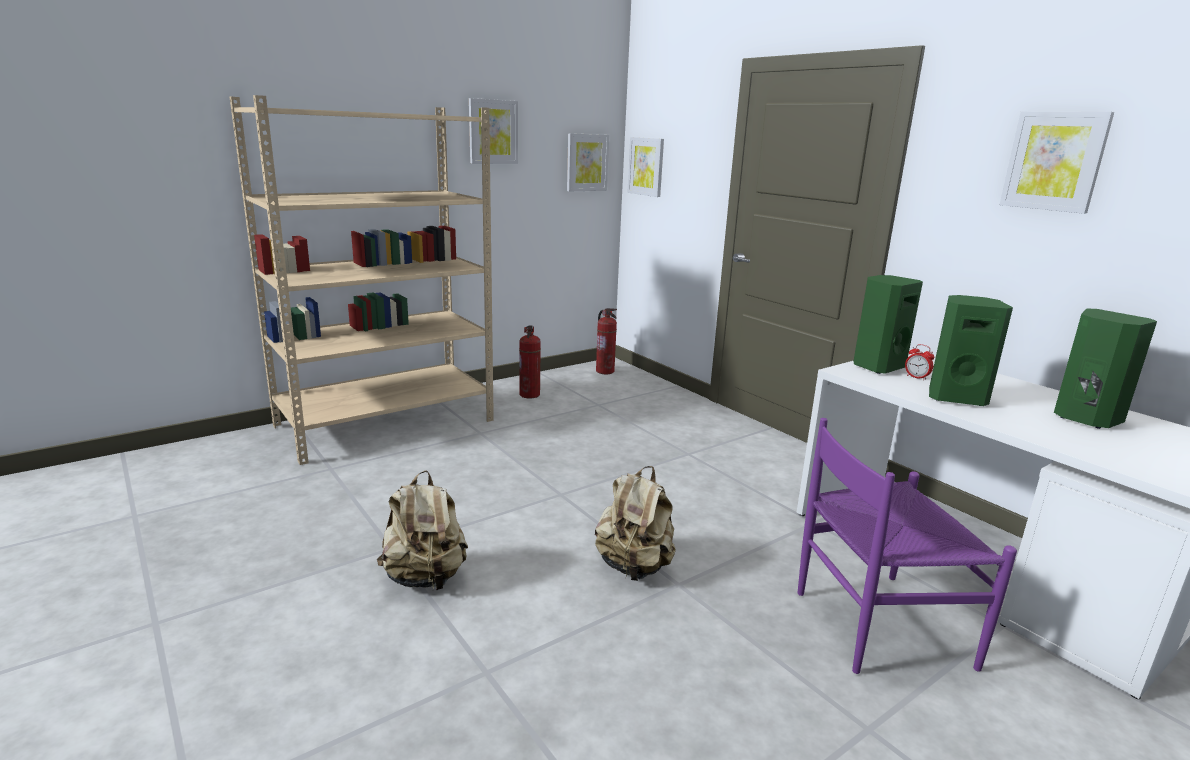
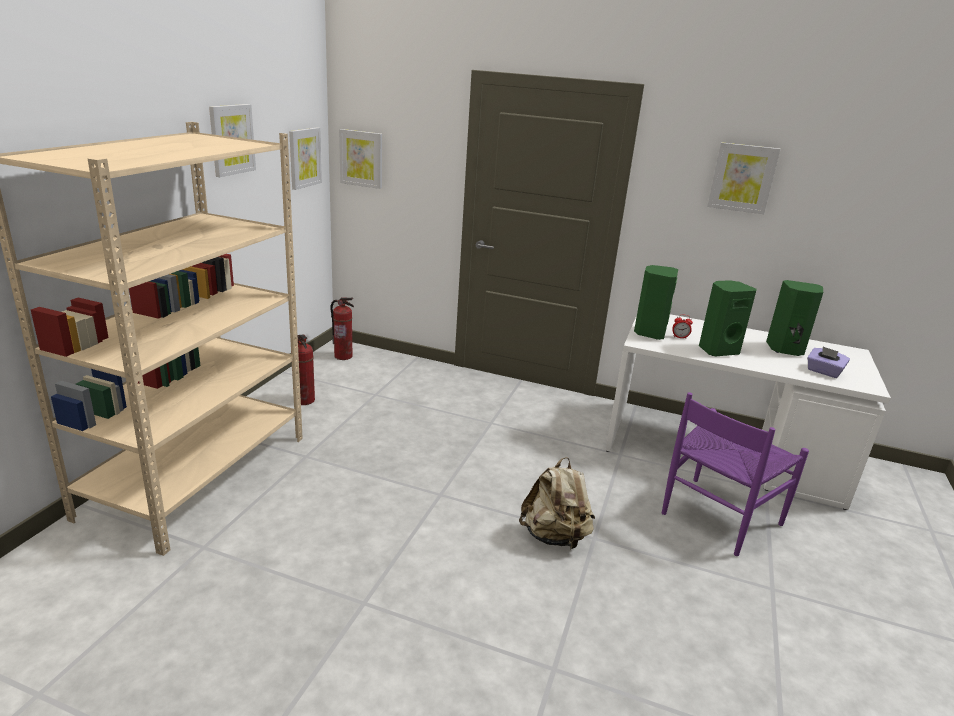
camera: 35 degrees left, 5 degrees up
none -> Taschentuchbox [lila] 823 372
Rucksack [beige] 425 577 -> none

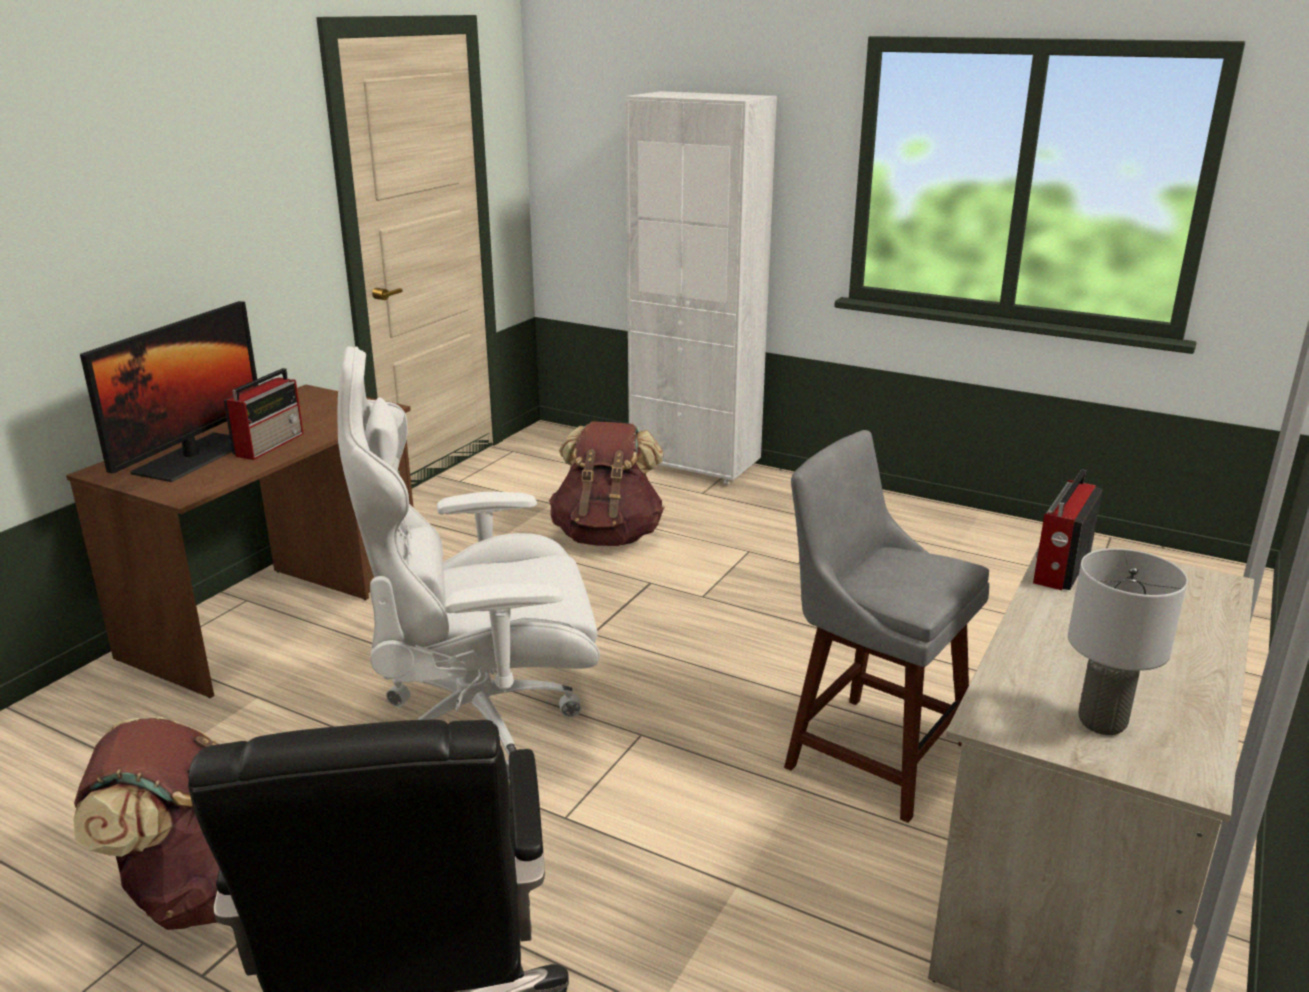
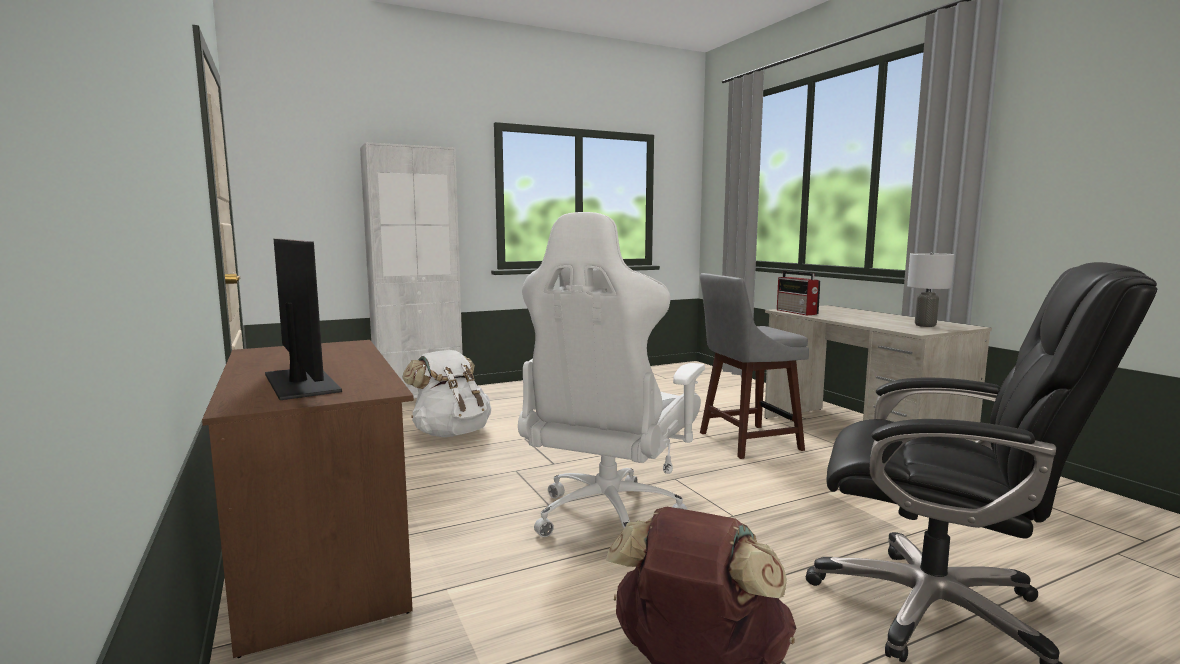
camera: 55 degrees left, 15 degrees down
Rucksack [braun] 608 536 -> Rucksack [weiß] 451 433
Radio 270 444 -> none

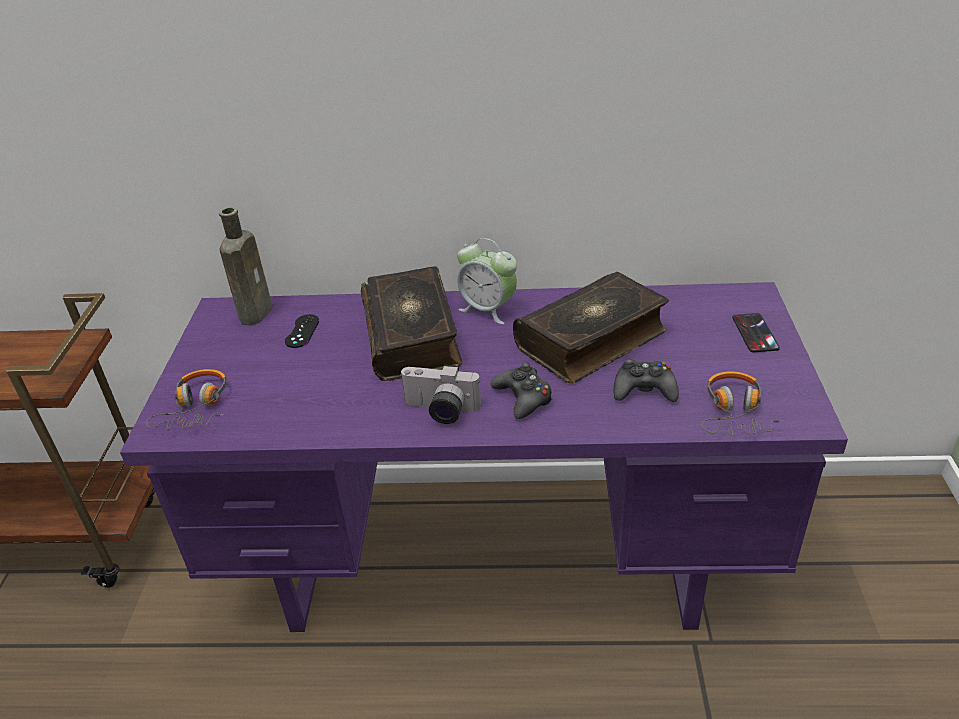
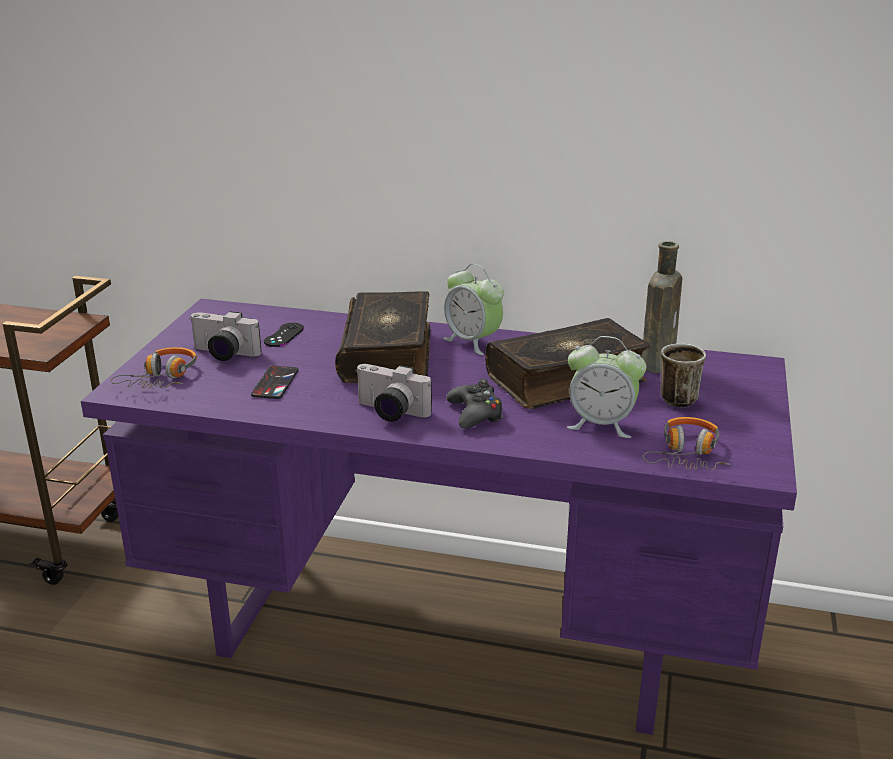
camera: 10 degrees right, 10 degrees down
none -> Kamera 222 354
Handy 754 333 -> Handy 275 383, shifted
Gamepad [schwarz] 644 389 -> Wecker 601 424
Flasche [braun] 257 312 -> Flasche [braun] 658 362, shifted
none -> Henkelbecher 675 397

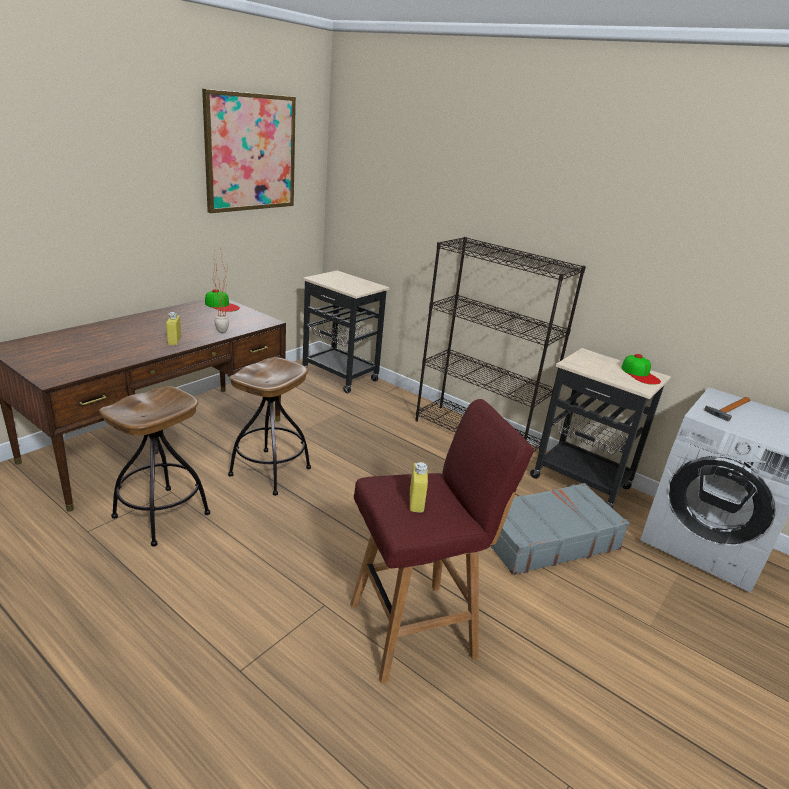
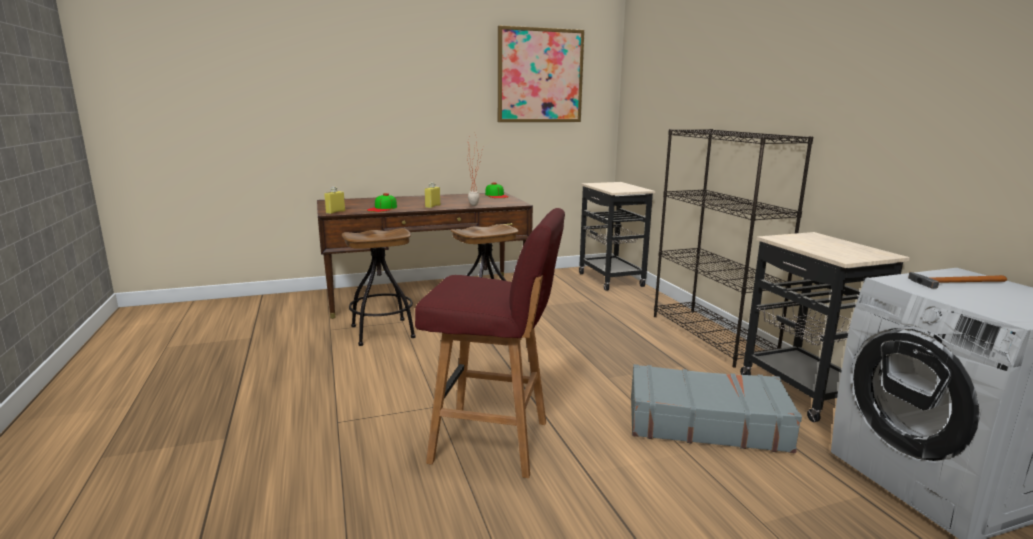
camera: 35 degrees right, 10 degrees down
Flasche [gelb] 416 502 -> Flasche [gelb] 335 212, shifted
Kappe 640 374 -> Kappe 382 208, shifted

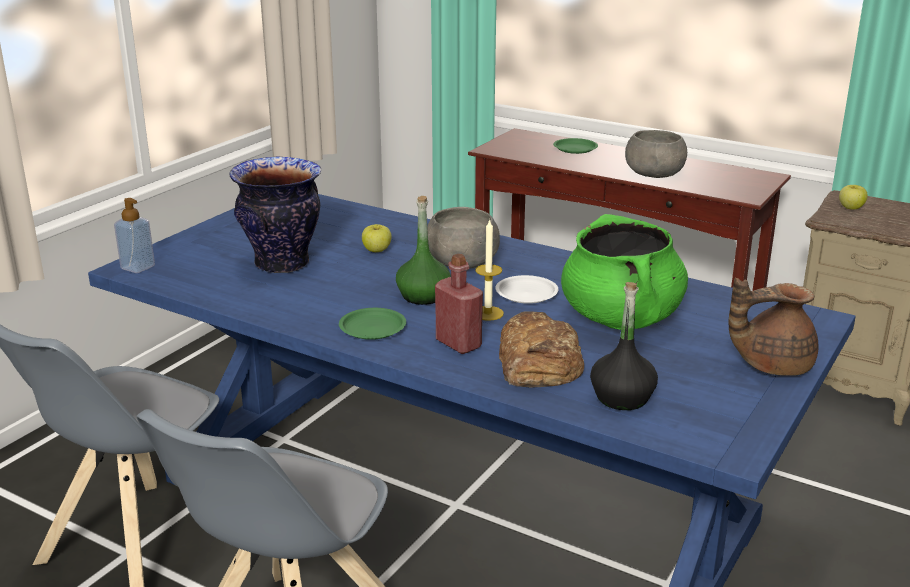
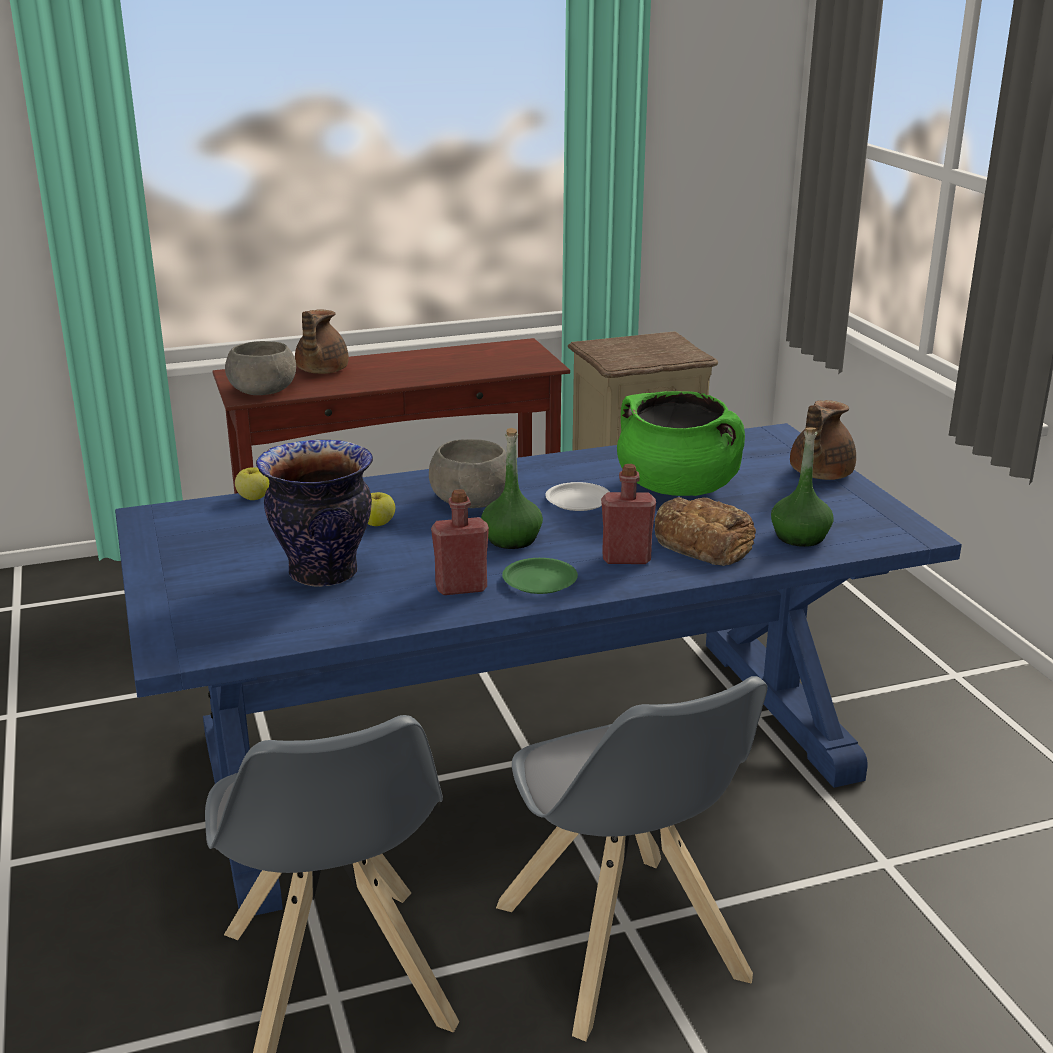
camera: 50 degrees left, 0 degrees up
Schüssel [grau] 655 174 -> Schüssel [grau] 263 390, shifted
Apfel 851 208 -> Apfel 253 497, shifted
Teller [grün] 575 149 -> Teekanne [braun] 320 371
none -> Flasche [rot] 461 587
Flasche [schwarz] 622 397 -> Flasche [grün] 799 537
Seifenspender 138 267 -> none
Kerze 488 313 -> none

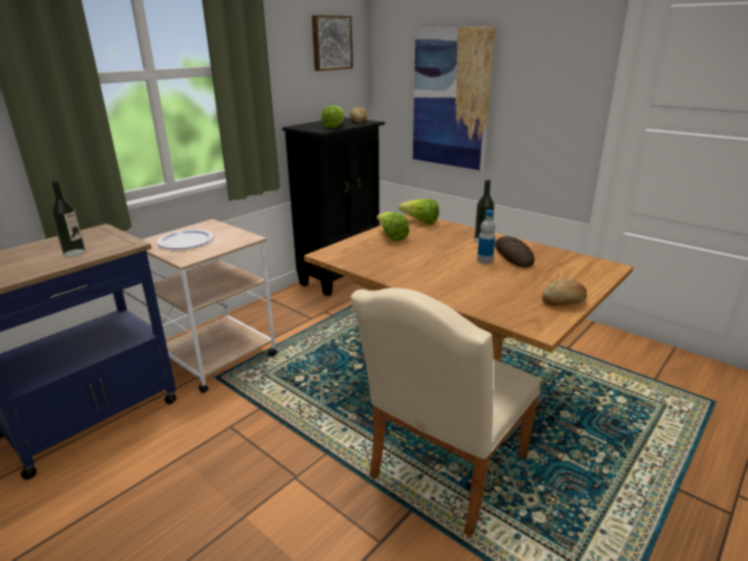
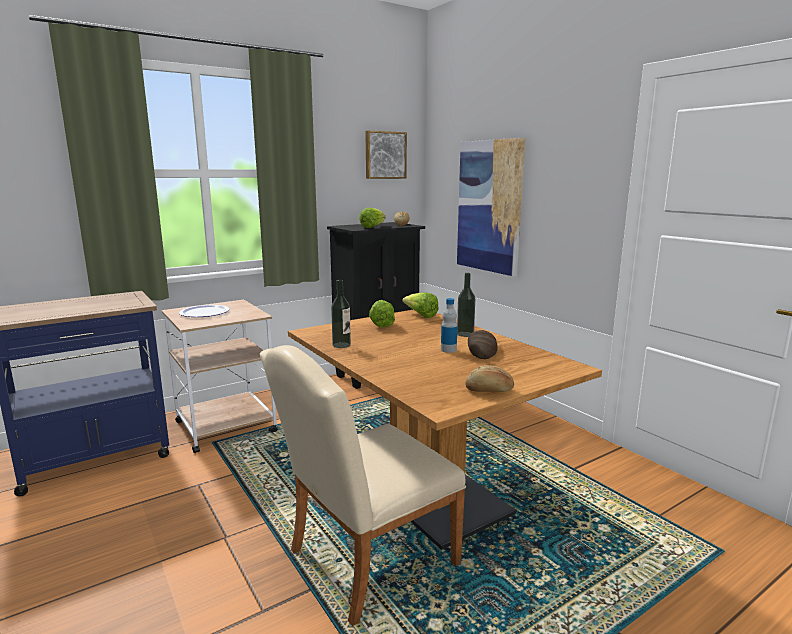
camera: 15 degrees right, 10 degrees down
Flasche 74 253 -> Flasche 341 345, shifted

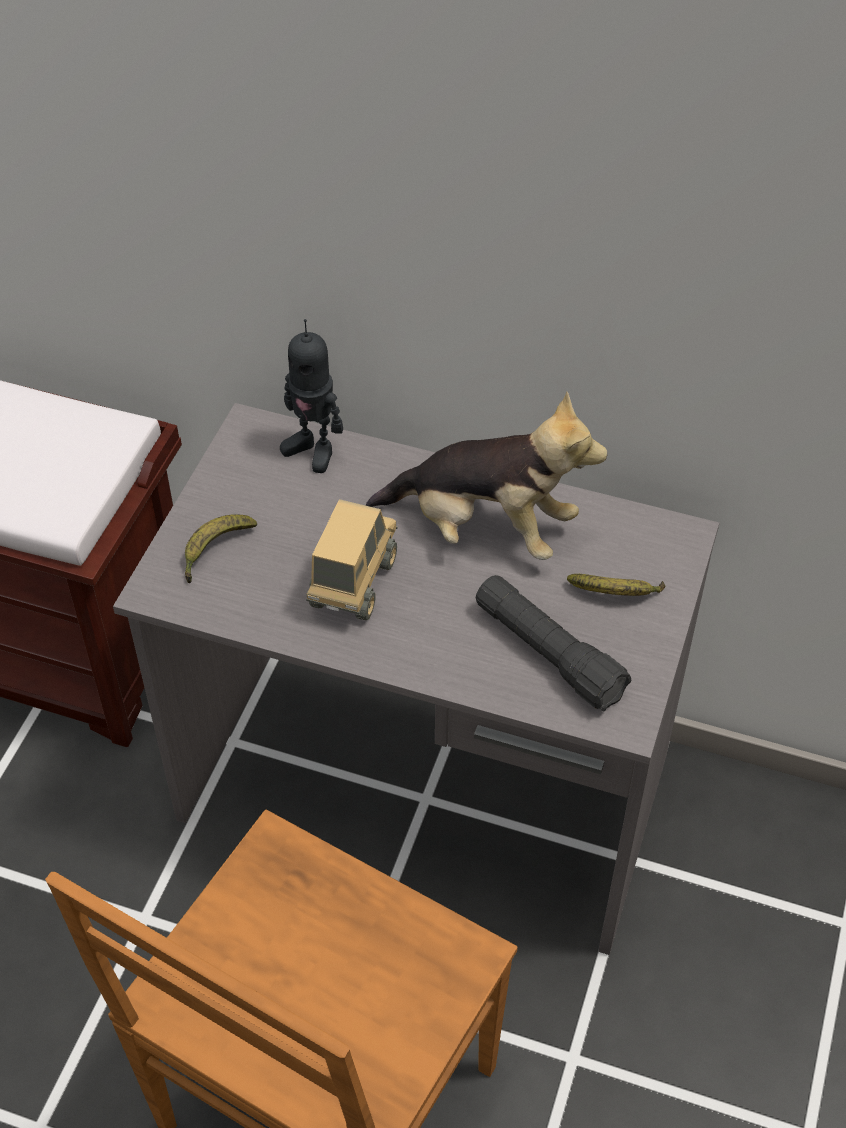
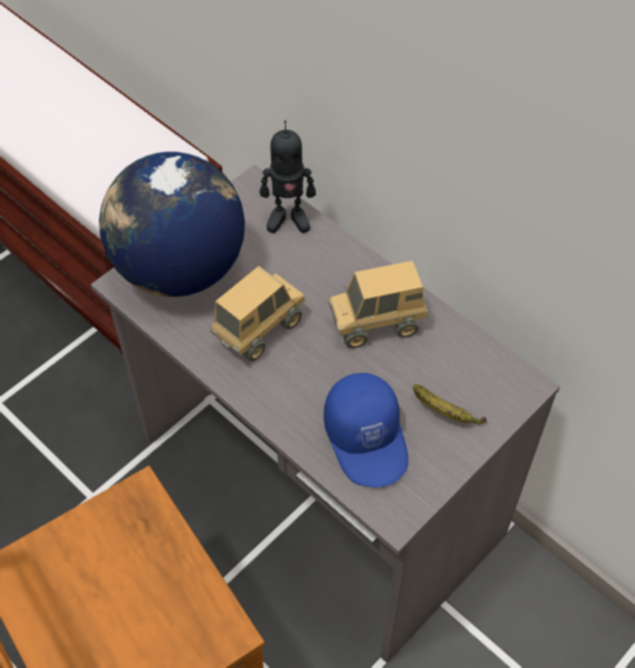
camera: 25 degrees right, 5 degrees up
Banane 215 551 -> Globus 179 269
Spielzeugroboter 313 450 -> Spielzeugroboter 288 219, 60 degrees counterclockwise
Taschenlampe [schwarz] 548 654 -> Kappe [blau] 368 439
Plüschtier 485 529 -> Spielzeuglaster 376 324

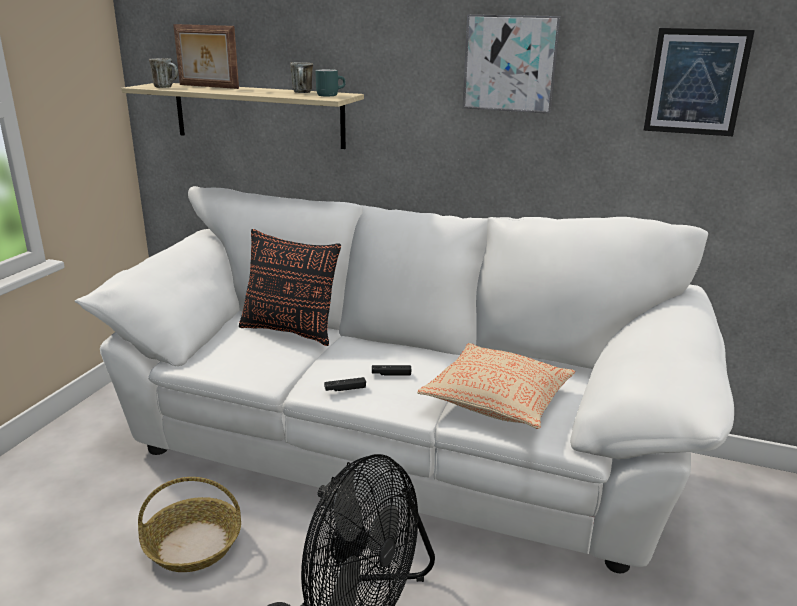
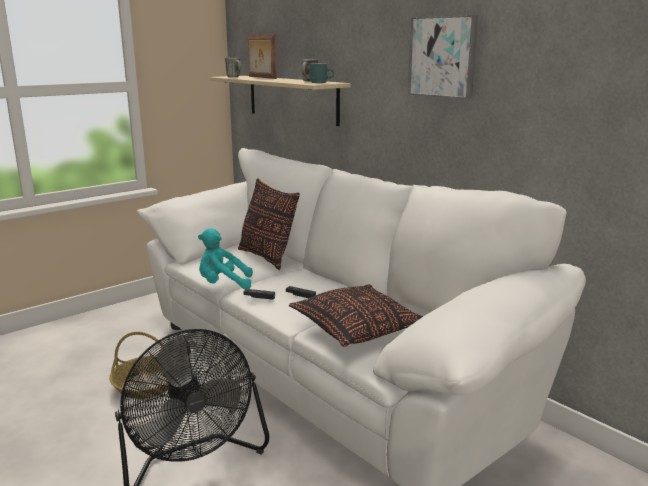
camera: 30 degrees right, 5 degrees down
none -> Plüschtier [türkis] 223 285
Kissen [beige] 497 401 -> Kissen [schwarz] 356 329
Bild 696 82 -> none

